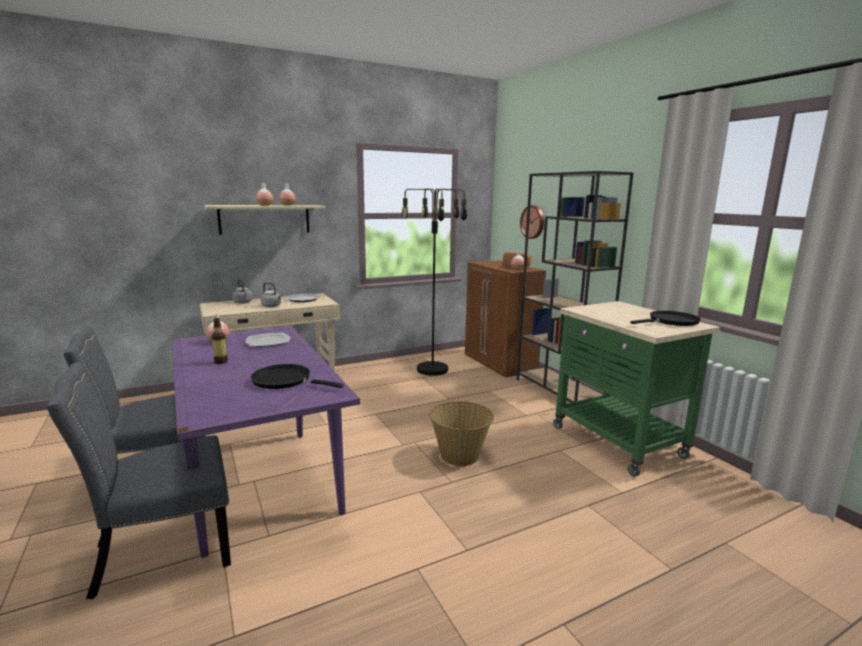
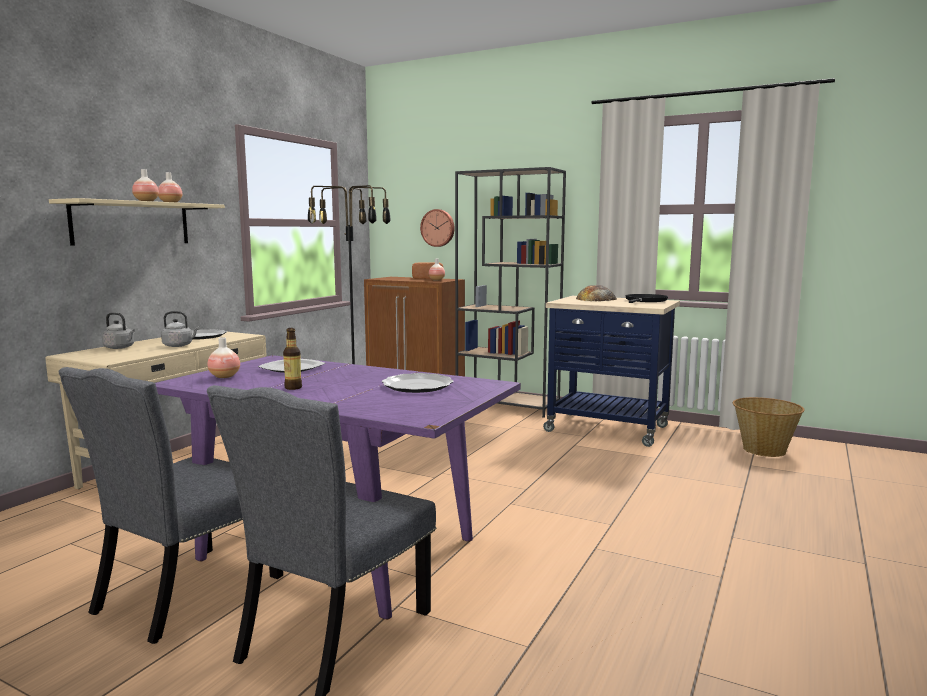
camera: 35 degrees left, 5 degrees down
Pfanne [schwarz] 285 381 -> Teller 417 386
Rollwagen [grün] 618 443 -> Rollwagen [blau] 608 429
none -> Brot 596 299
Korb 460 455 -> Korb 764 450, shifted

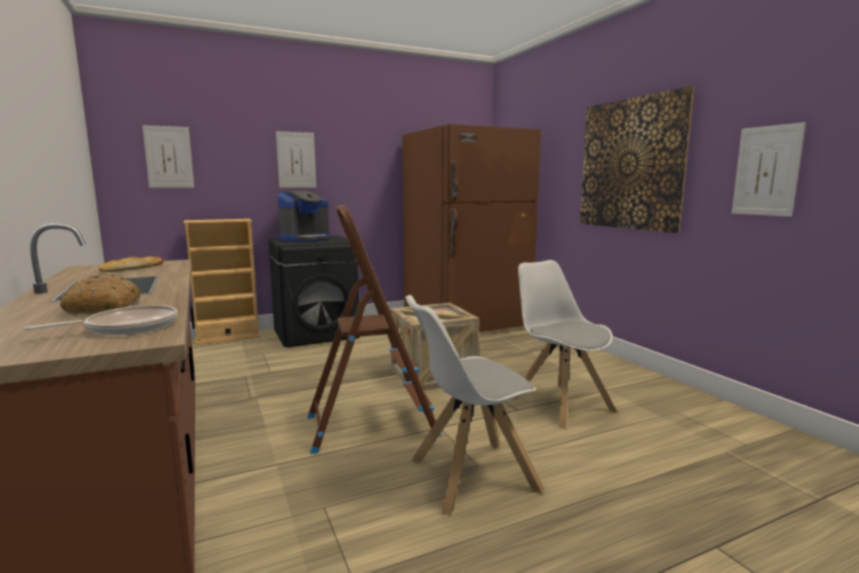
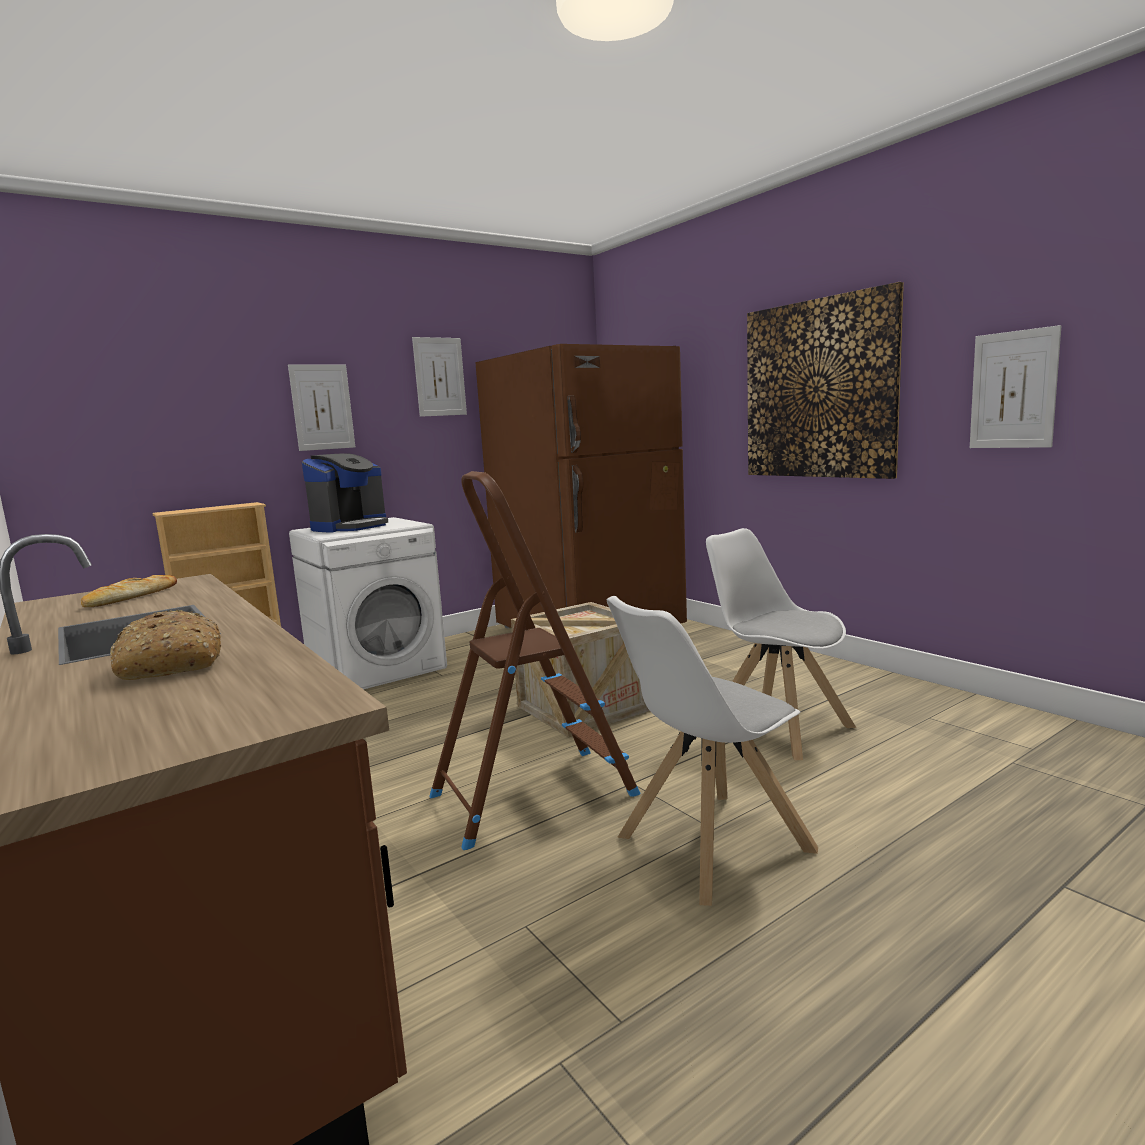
camera: 10 degrees left, 0 degrees up
Waschmaschine [schwarz] 318 333 -> Waschmaschine [weiß] 380 669
Bild 169 157 -> Bild 439 377, shifted
Pfanne 126 327 -> none

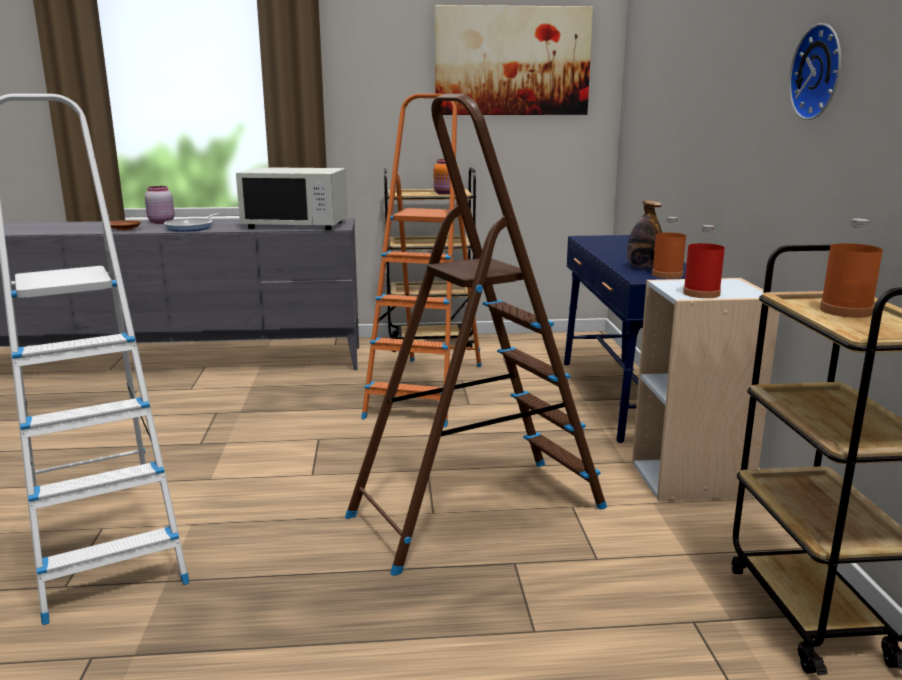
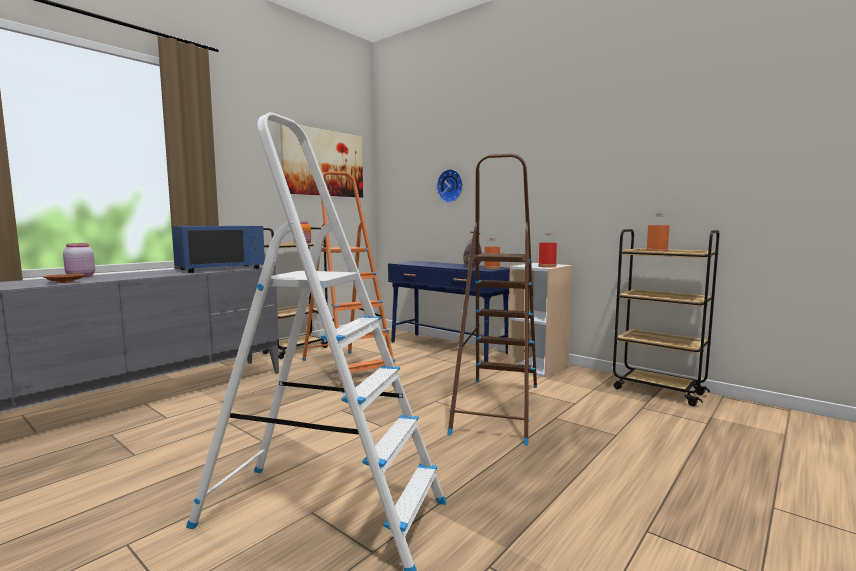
camera: 45 degrees left, 10 degrees down
Mikrowelle [weiß] 296 225 -> Mikrowelle [blau] 220 268
Wanduhr 821 72 -> Wanduhr 451 186, shifted
Pfanne 191 227 -> none

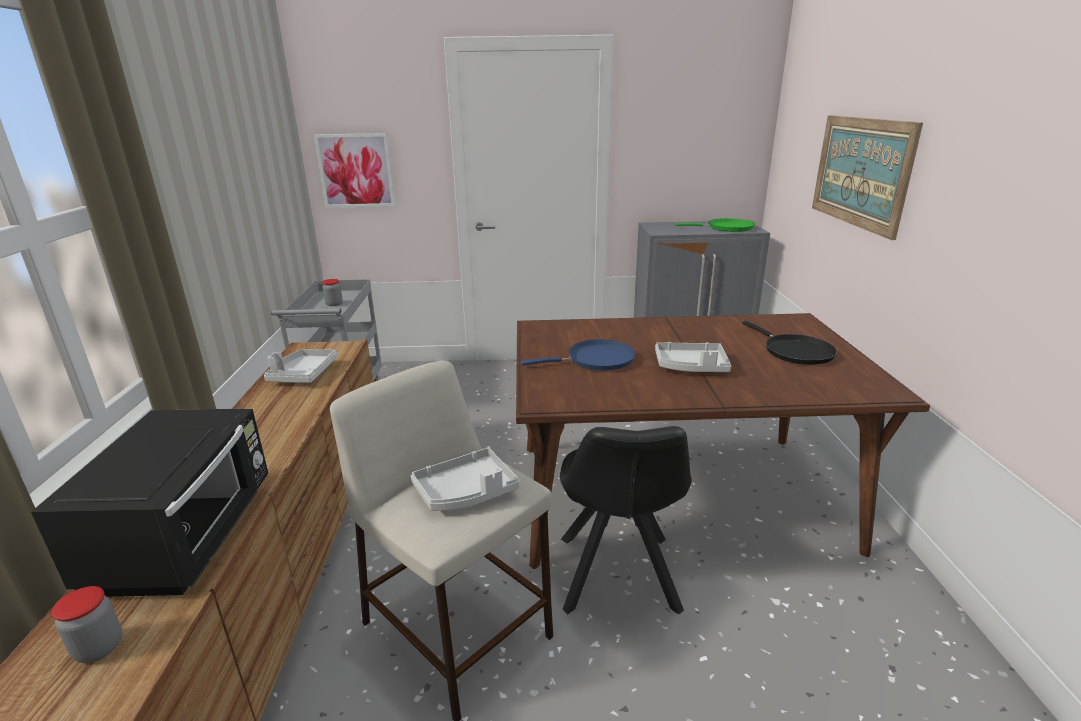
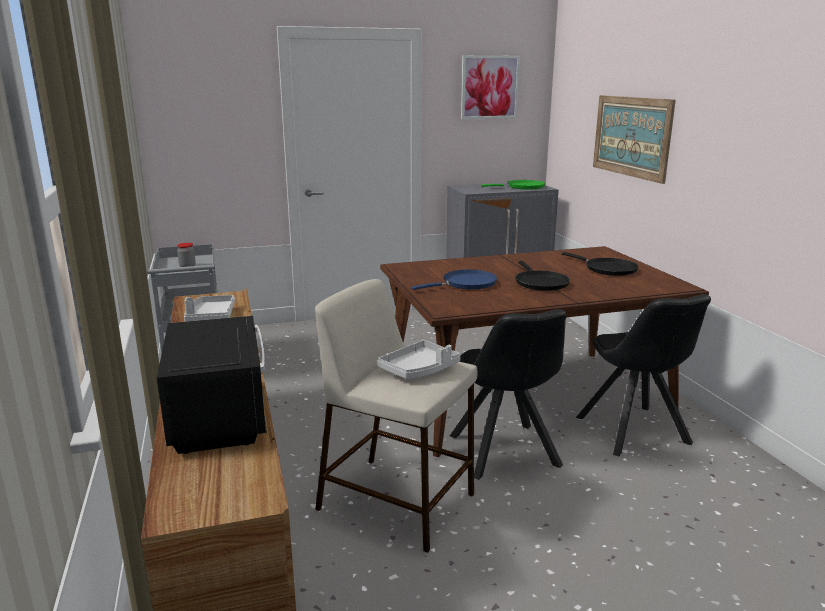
camera: 15 degrees left, 5 degrees down
Bild 356 171 -> Bild 489 87, shifted
Tablett [grau] 691 367 -> Pfanne [schwarz] 540 282
none -> Stuhl [schwarz] 634 432
Vorratsglas 99 648 -> none

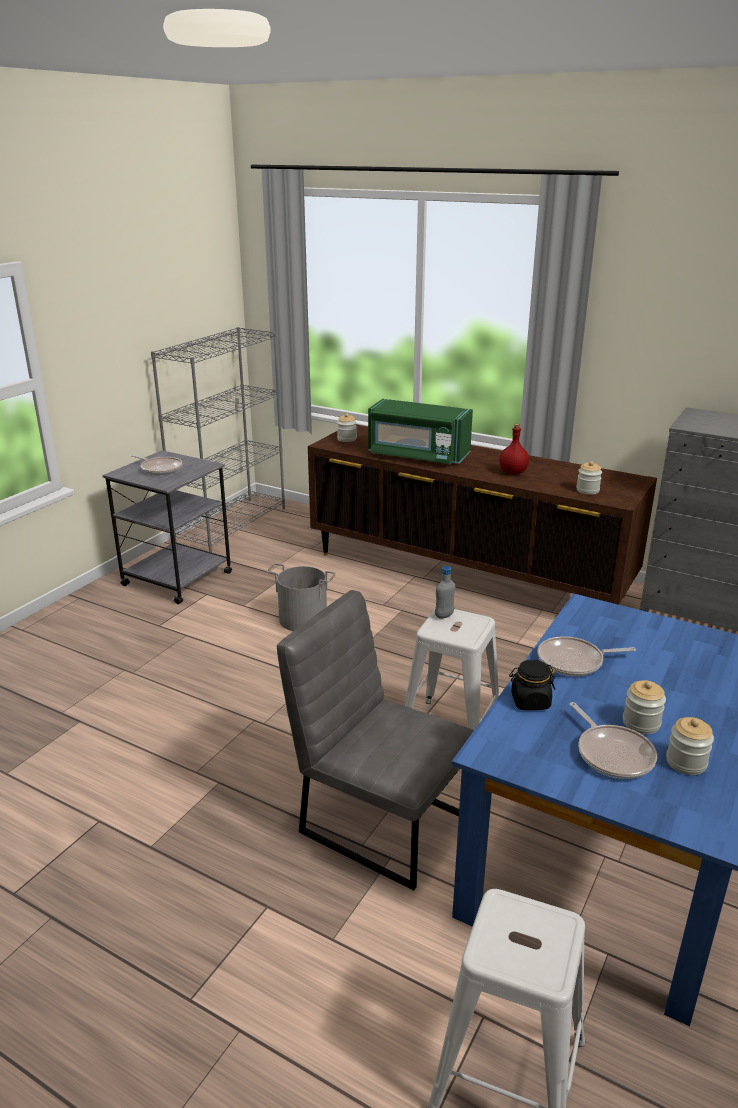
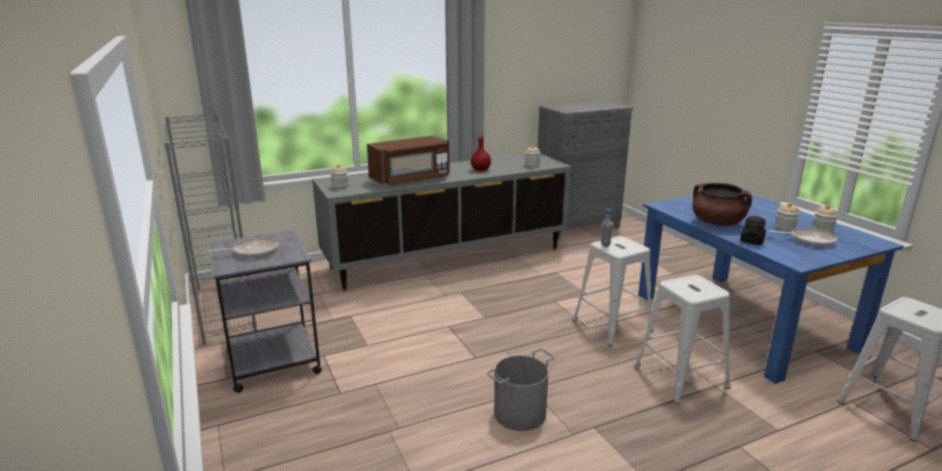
camera: 55 degrees left, 5 degrees down
Schrank [braun] 466 574 -> Schrank [grau] 447 259
Mikrowelle [grün] 417 455 -> Mikrowelle [braun] 410 179
Eimer [grau] 303 619 -> Eimer [grau] 519 413, shifted
Stuhl [grau] 380 821 -> Hocker [weiß] 680 377
Pfanne 574 661 -> Kochtopf [braun] 717 223

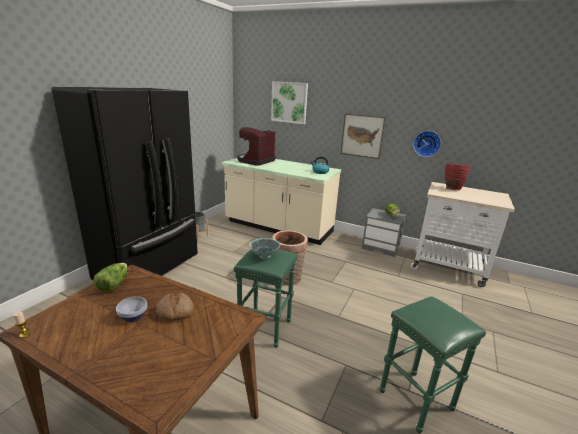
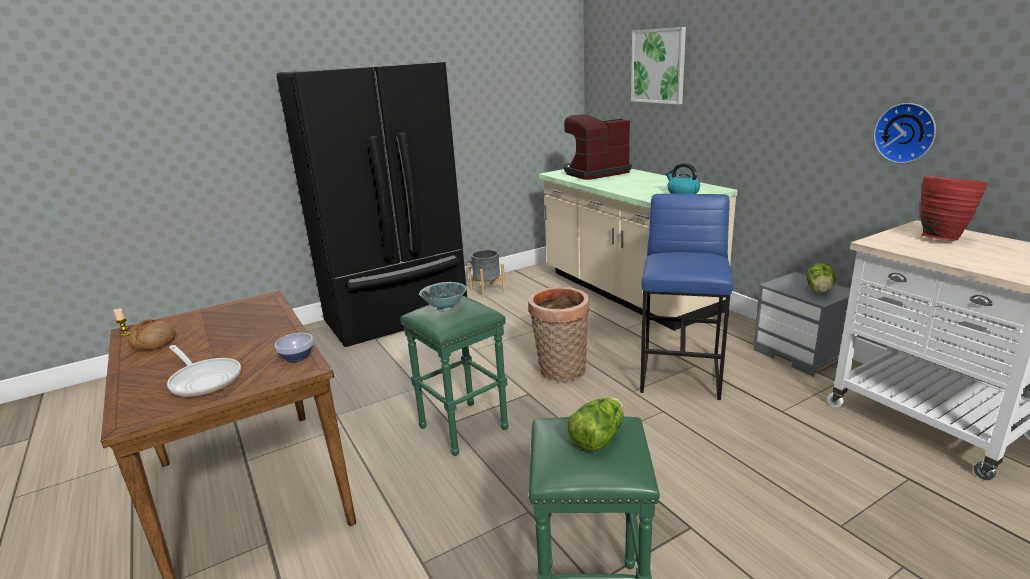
camera: 35 degrees right, 0 degrees up
Brot 175 312 -> Brot 153 342, shifted
none -> Pfanne 204 380
Schüssel 132 316 -> Schüssel 296 357, shifted
Salatkopf 114 285 -> Salatkopf 597 437, shifted
none -> Hocker [blau] 680 373
Bild 362 136 -> none

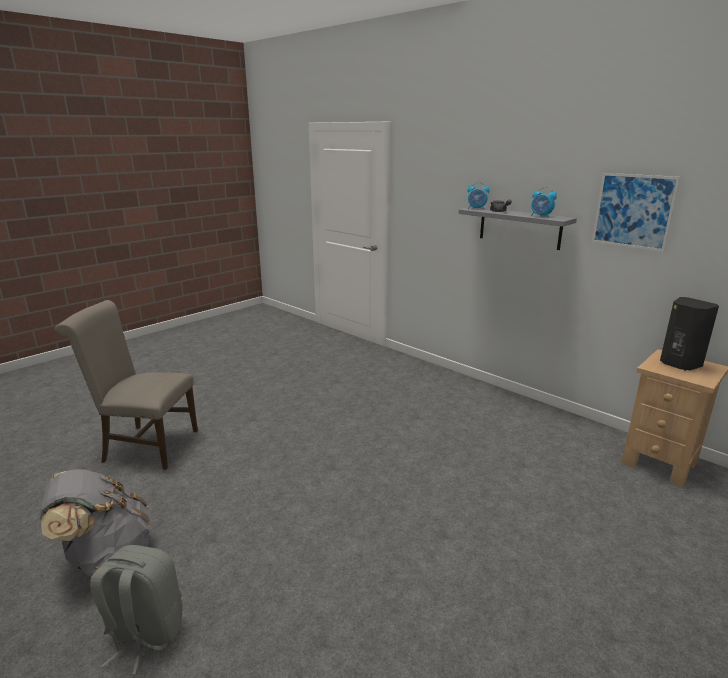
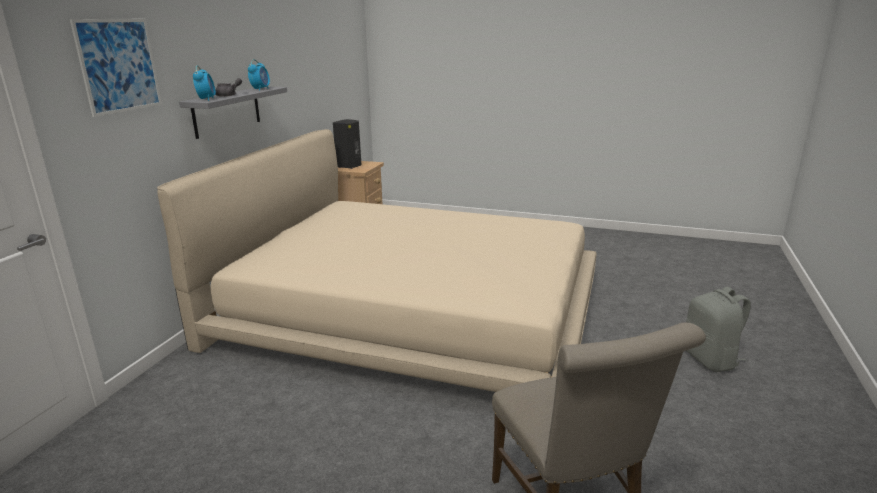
camera: 115 degrees left, 0 degrees up
Bild 633 211 -> Bild 119 65, shifted
none -> Bett [beige] 411 310
Rucksack [grau] 106 556 -> none

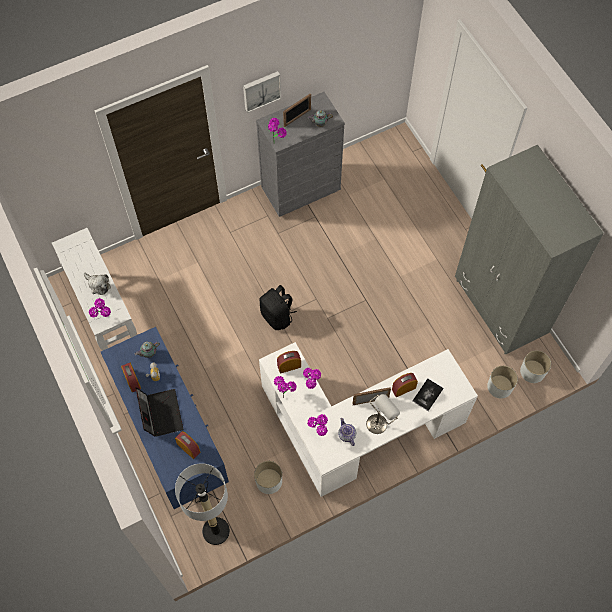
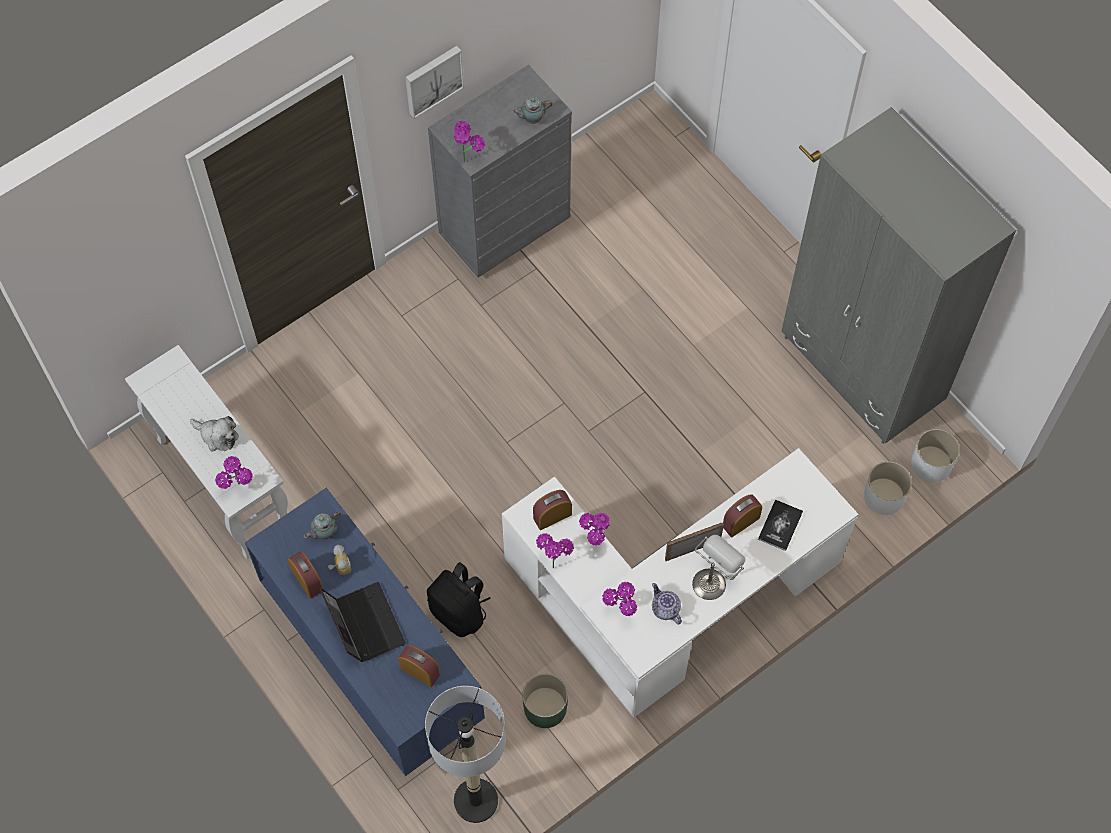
camera: 10 degrees left, 0 degrees up
Rucksack [schwarz] 277 316 -> Rucksack [schwarz] 459 612, shifted
Pflanzkübel [weiß] 268 481 -> Pflanzkübel [grün] 545 707
Bilderrahmen 297 118 -> none

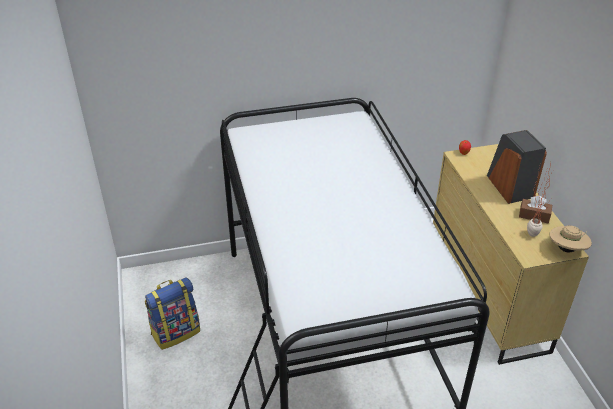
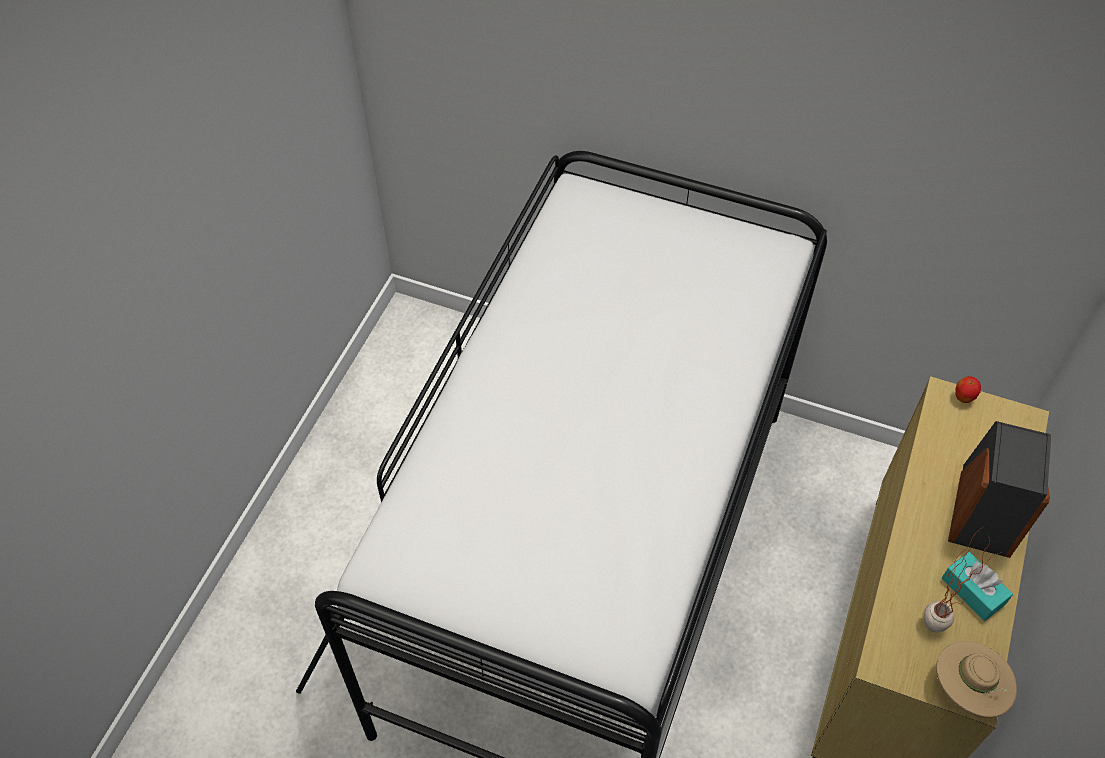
camera: 35 degrees right, 15 degrees up
Taschentuchbox [braun] 534 215 -> Taschentuchbox [türkis] 972 591
Rucksack 176 332 -> none

